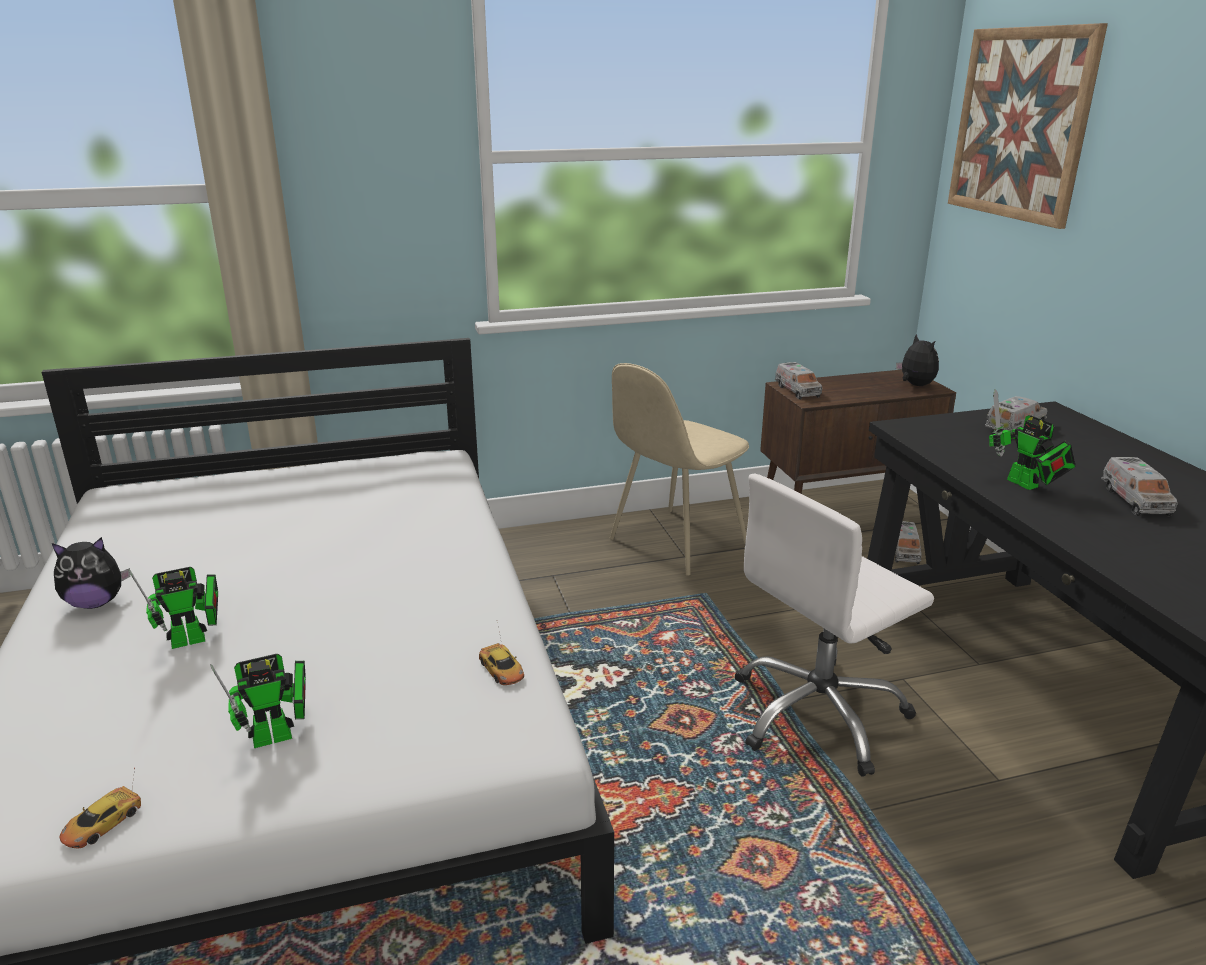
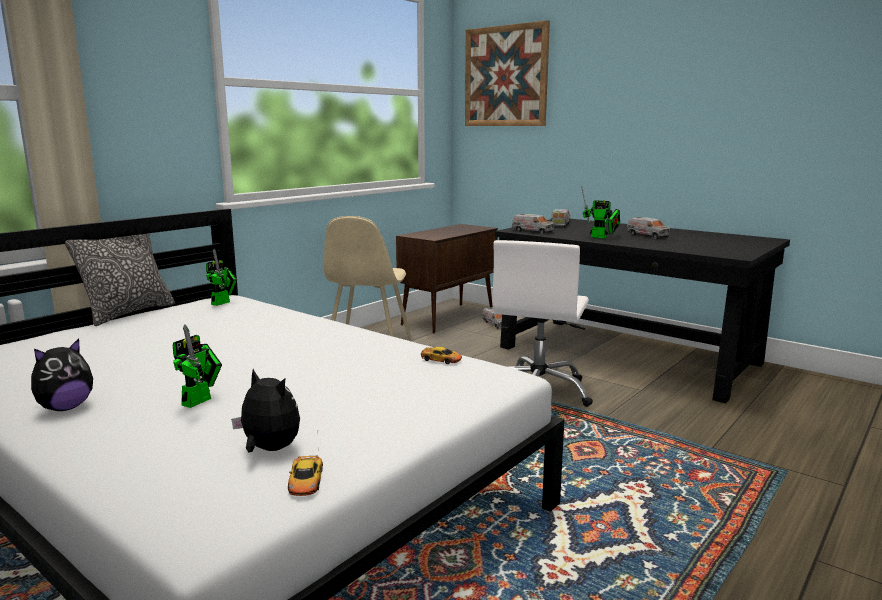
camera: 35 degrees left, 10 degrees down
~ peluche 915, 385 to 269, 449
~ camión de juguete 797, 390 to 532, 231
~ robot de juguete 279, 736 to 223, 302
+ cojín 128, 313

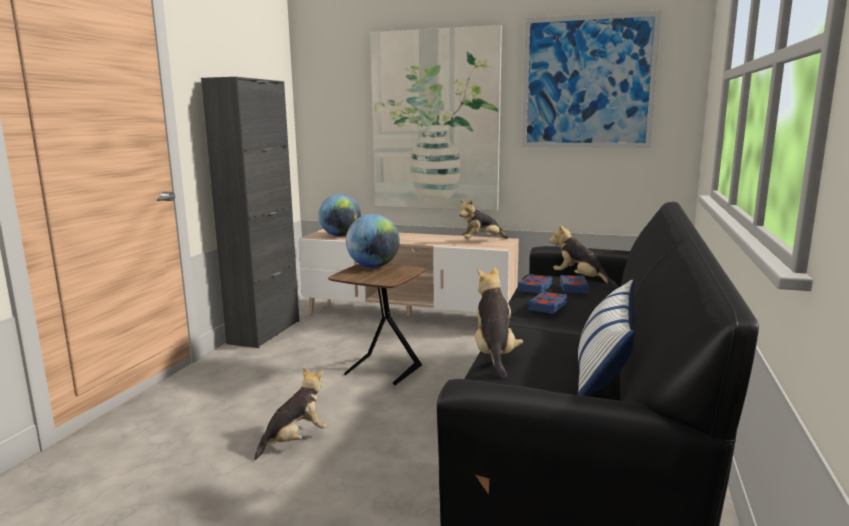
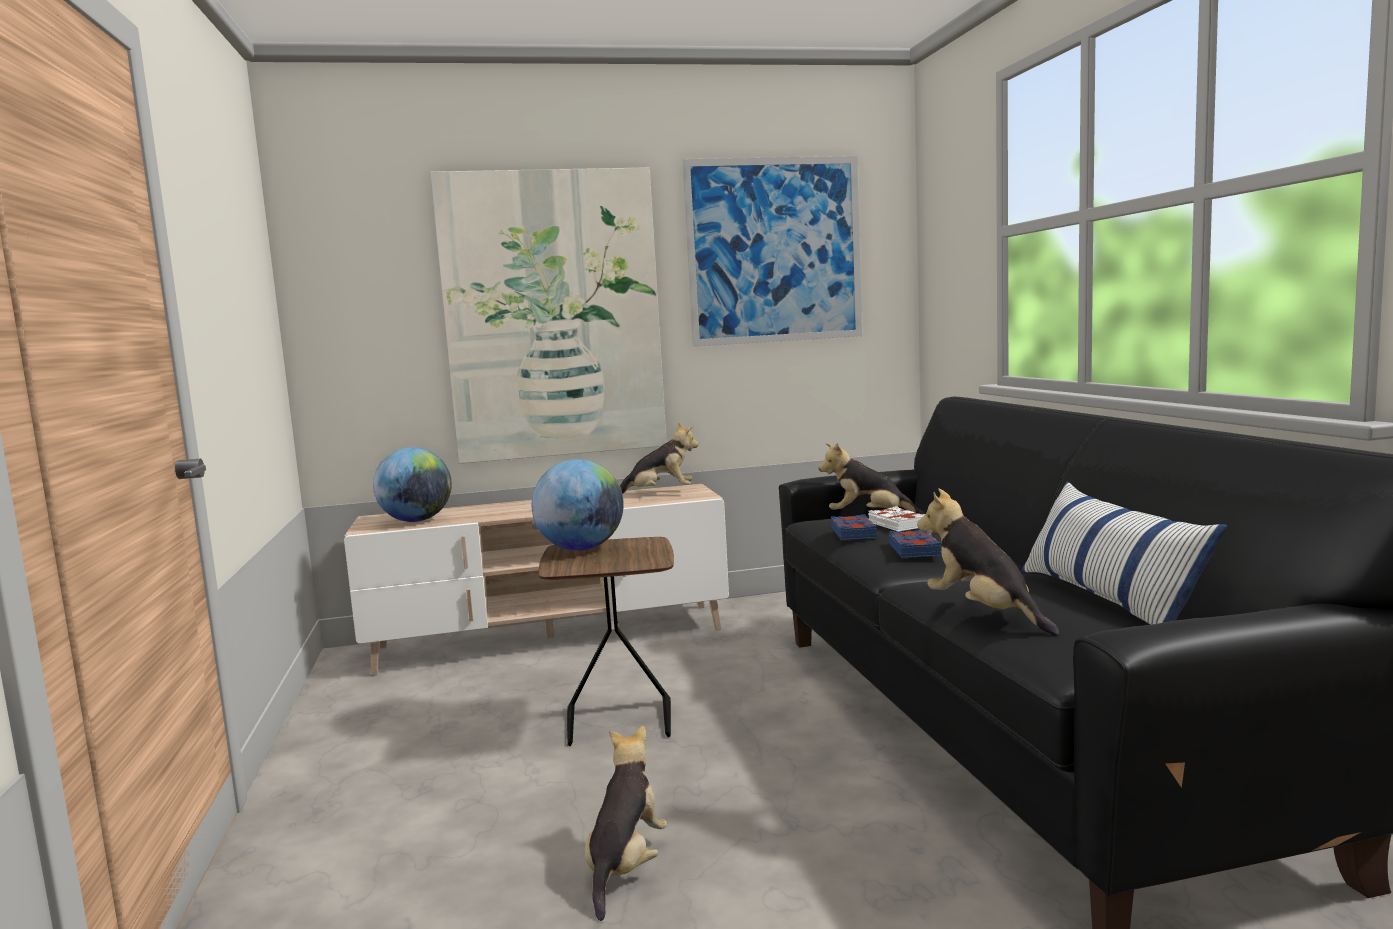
camera: 30 degrees left, 5 degrees down
- armario [negro] 264, 332
~ peluche 481, 241 = 660, 494 135 degrees counterclockwise
~ libro [azul] 573, 288 to libro [blanco] 896, 525

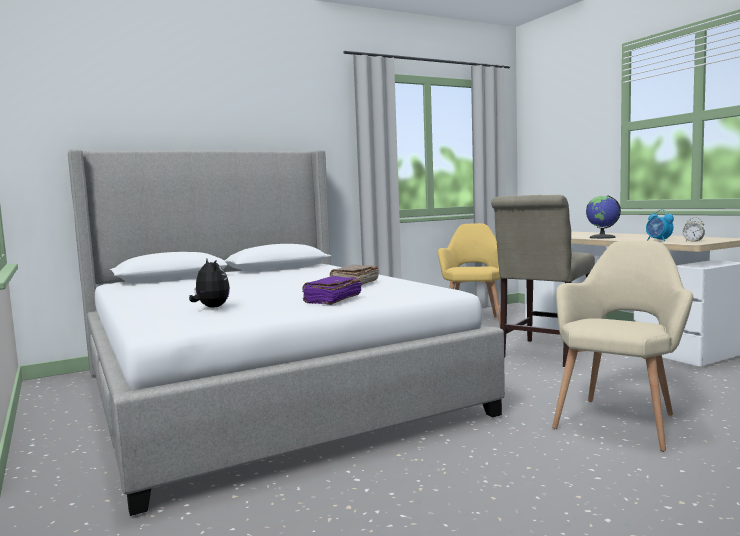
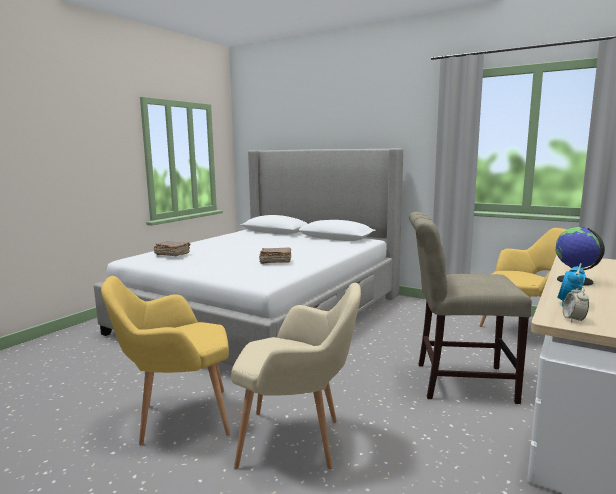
camera: 60 degrees right, 5 degrees up
~ peluche 211, 307 to libro [marrón] 172, 254
- libro [morado] 332, 300
+ sillón [amarillo] 177, 419

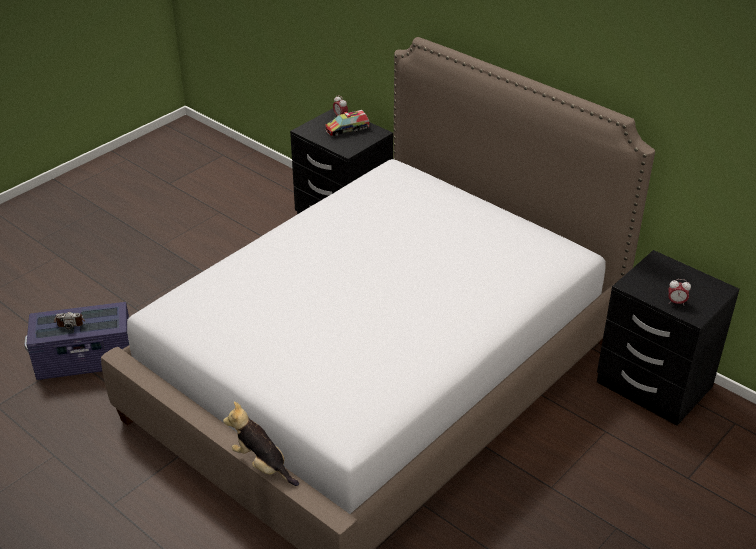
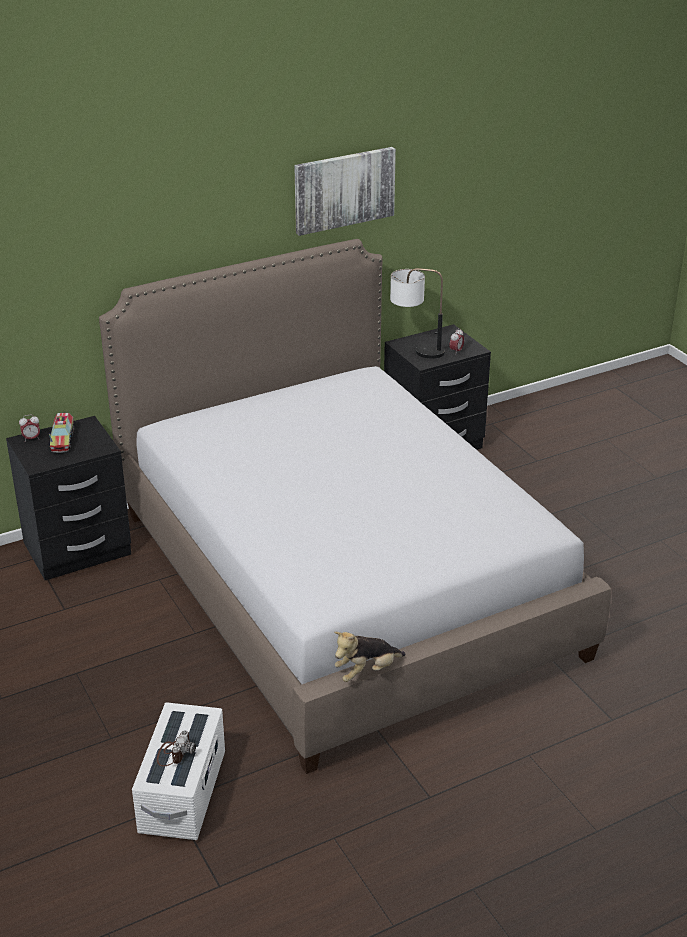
camera: 70 degrees left, 5 degrees down
~ caja de almacenaje [morado] 86, 360 to caja de almacenaje [blanco] 183, 792
~ peluche 262, 464 to 367, 671
+ cuadro 344, 189
+ lámpara de mesa 415, 350

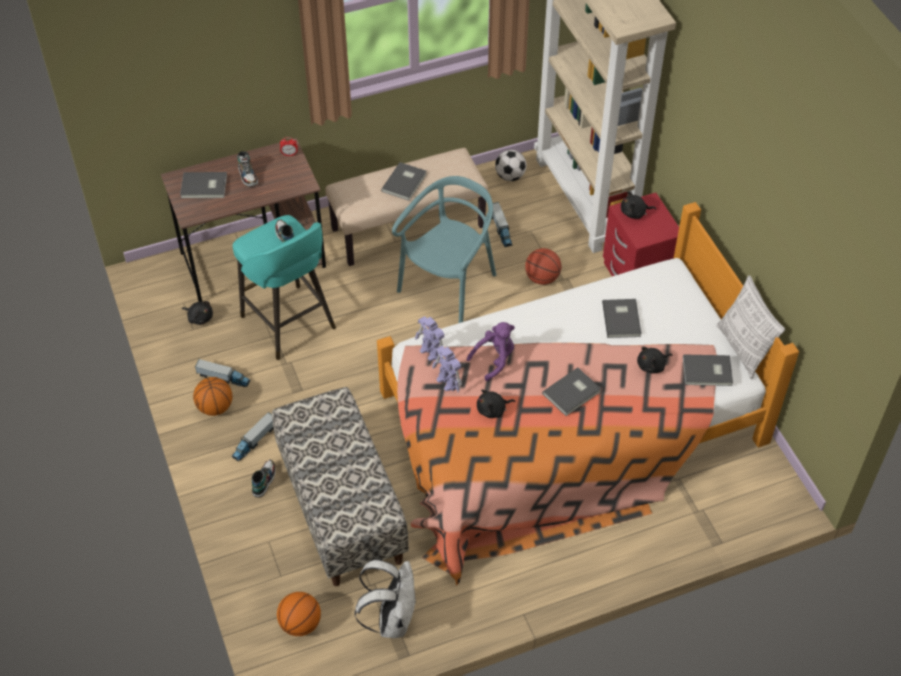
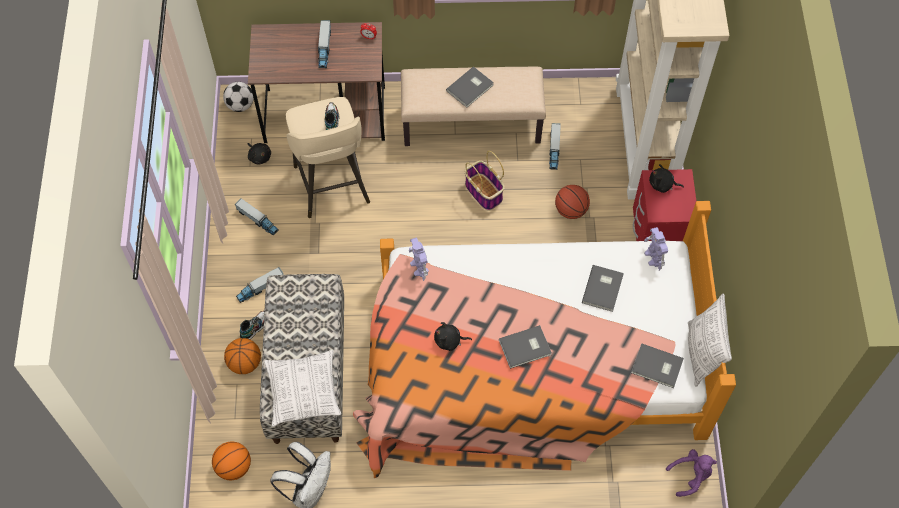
camera: 20 degrees right, 10 degrees up
~ balón de fútbol 510, 176 to 240, 105
~ zapato 248, 176 to camión de juguete 324, 48
- libro [gris] 204, 187
~ silla [turquesa] 449, 286 to cesta 484, 192
~ taburete [turquesa] 289, 324 to taburete [beis] 332, 186
~ peluche [morado] 494, 359 to 691, 476
~ robot de juguete 448, 382 to 653, 258
- peluche [negro] 652, 366
~ balón de baloncesto 215, 407 to 245, 363
+ cojín 304, 392

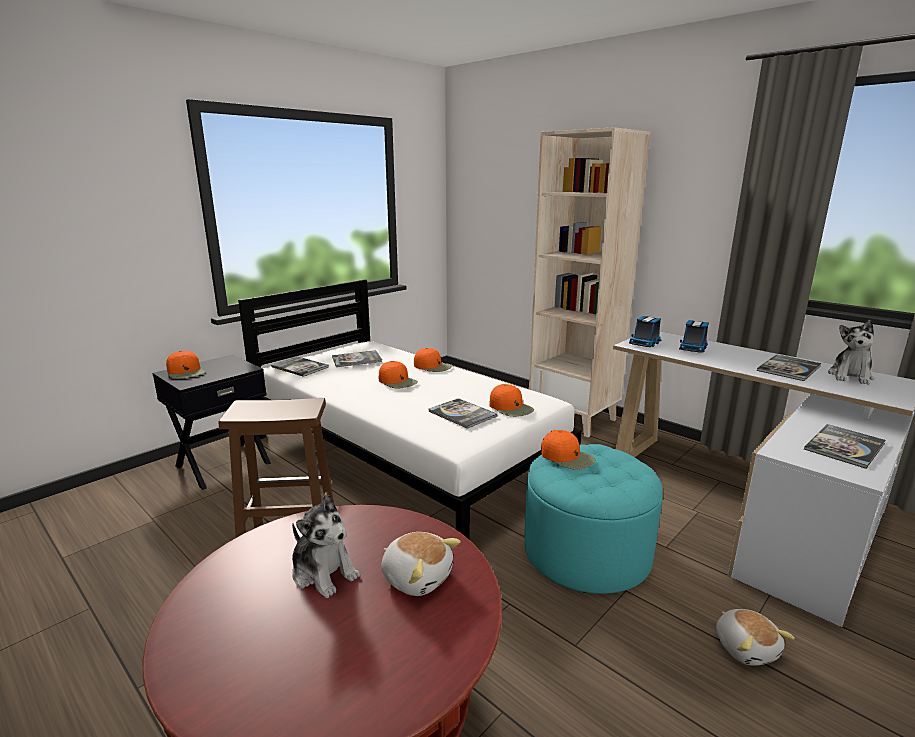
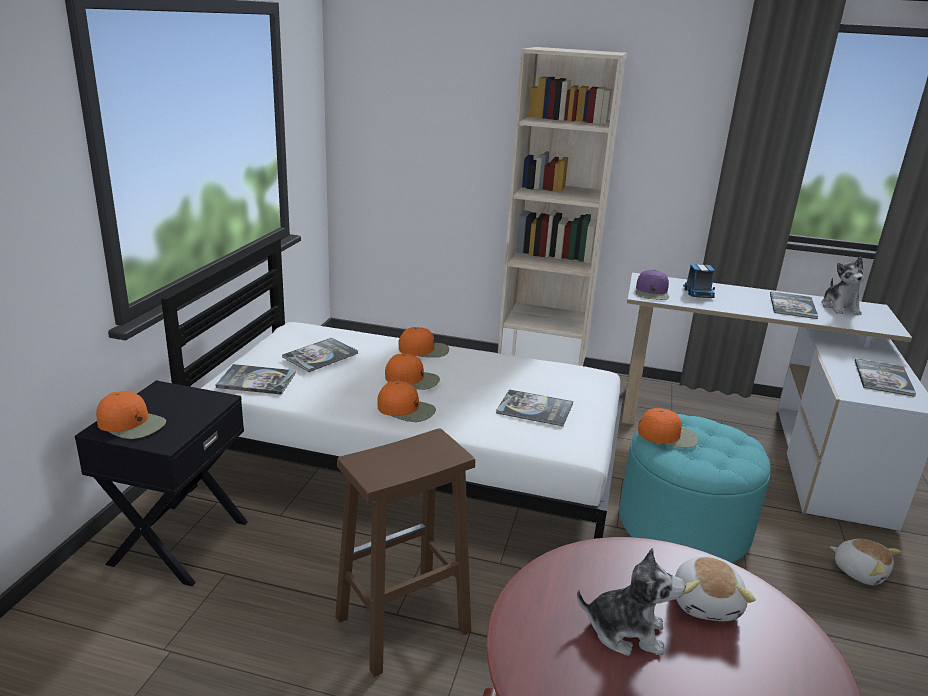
camera: 30 degrees left, 5 degrees up
~ camión de juguete 645, 343 to gorra [morado] 652, 293
~ gorra [naranja] 511, 408 to 406, 409
~ peluche 417, 577 = 706, 603 90 degrees clockwise

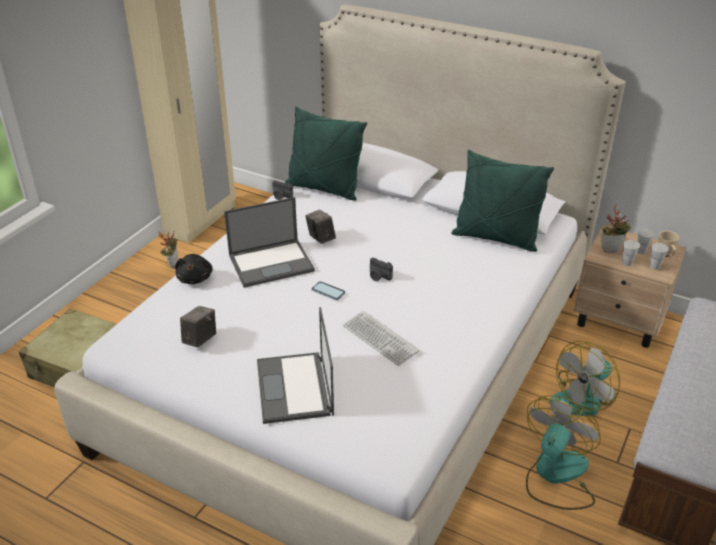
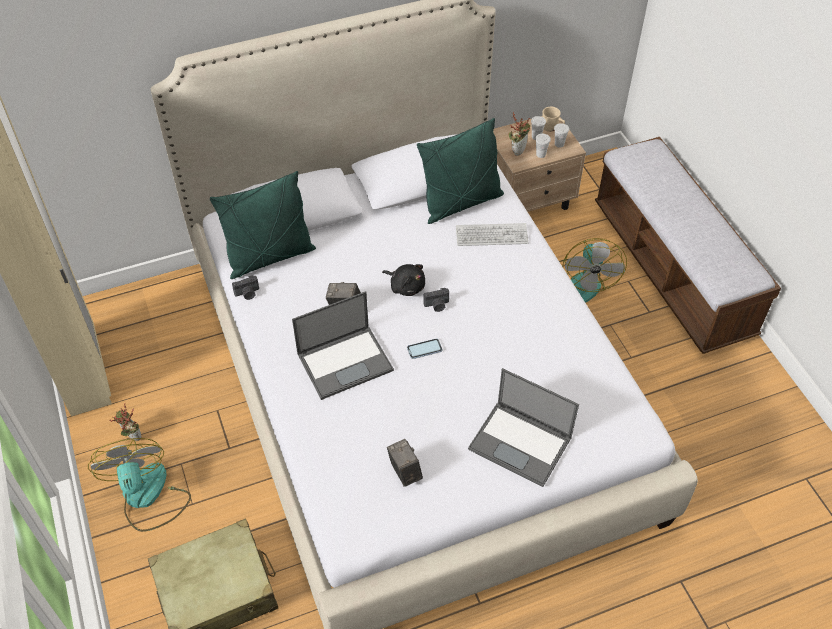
camera: 50 degrees left, 15 degrees up
~ portátil 272, 263 = 346, 361 45 degrees clockwise
~ peluche [negro] 195, 278 to 406, 286
~ teclado 380, 339 to 491, 235
~ ventilador 556, 475 to 147, 497

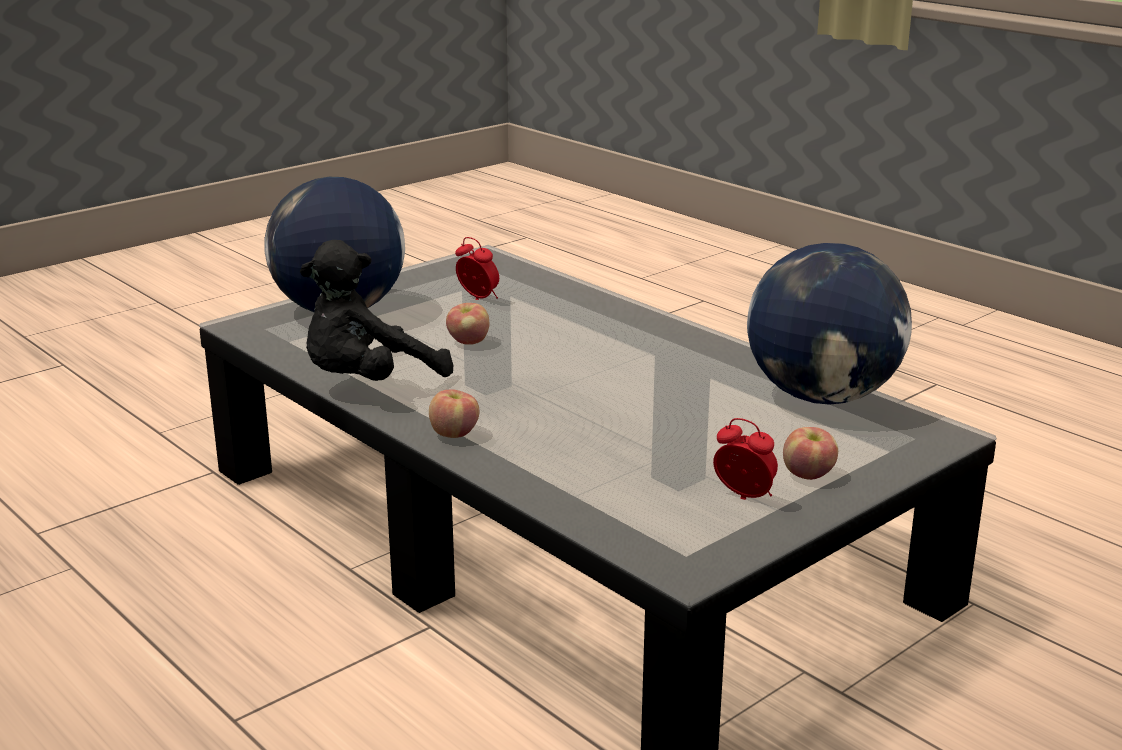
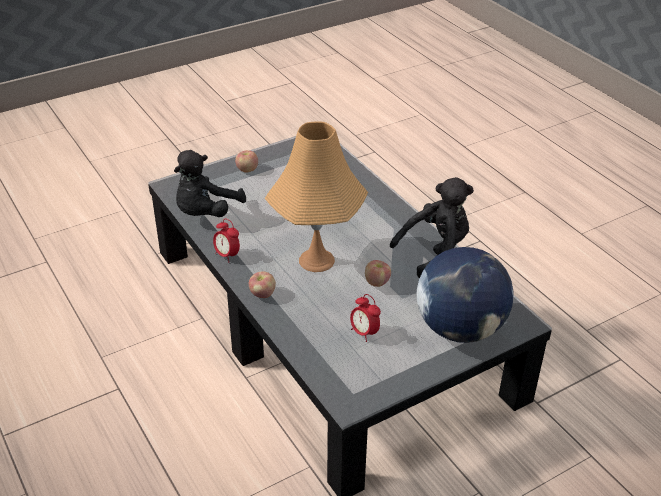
camera: 170 degrees left, 15 degrees up
~ globo terráqueo 822, 396 to peluche [negro] 205, 213
~ manzana 454, 434 to 262, 294
~ despertador 744, 497 to 227, 255
+ lámpara de mesa [naranja] 316, 260

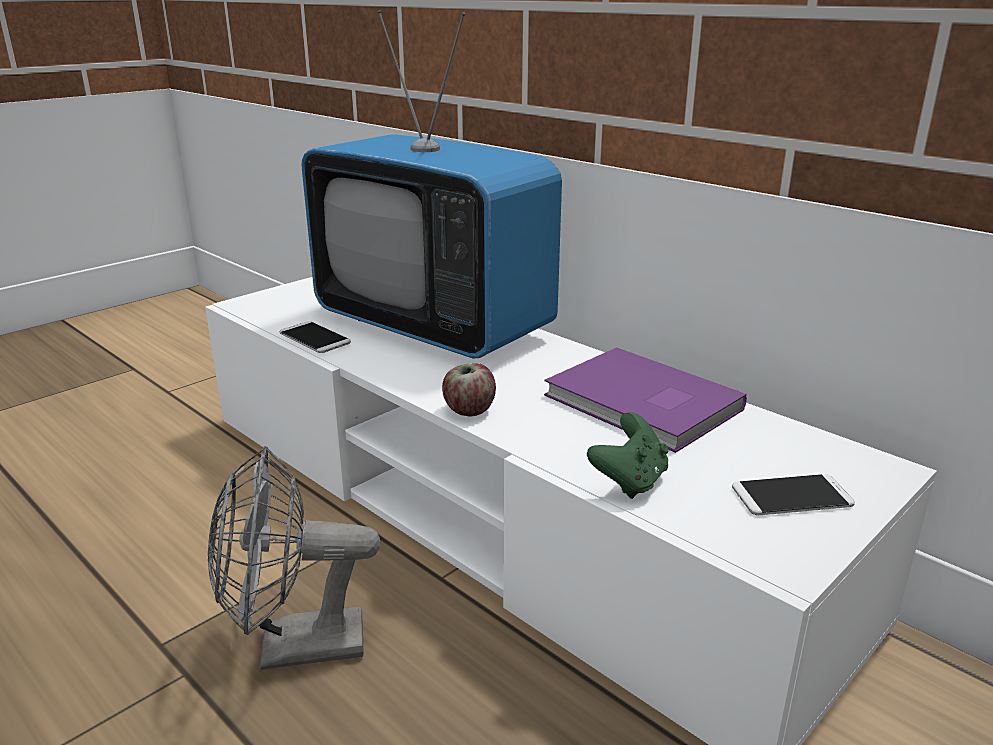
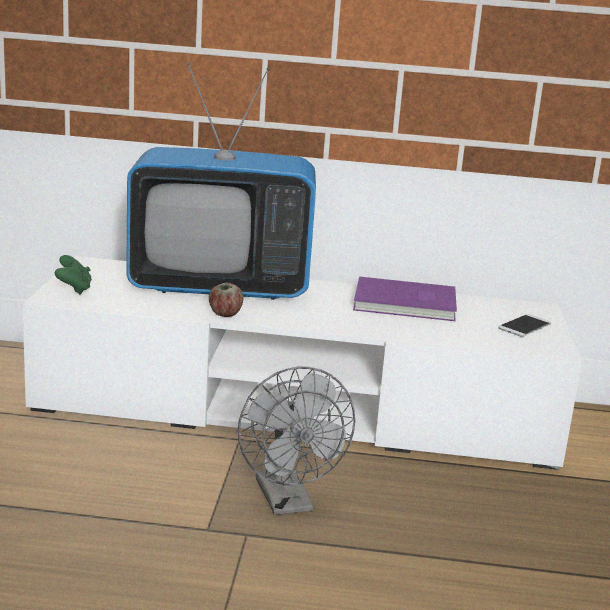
camera: 40 degrees left, 5 degrees down
- móvil 314, 338
~ manzana 469, 411 to 225, 314
~ mando de consola [verde] 629, 481 to 74, 289
~ ventilador [gris] 295, 648 = 288, 502 60 degrees counterclockwise

